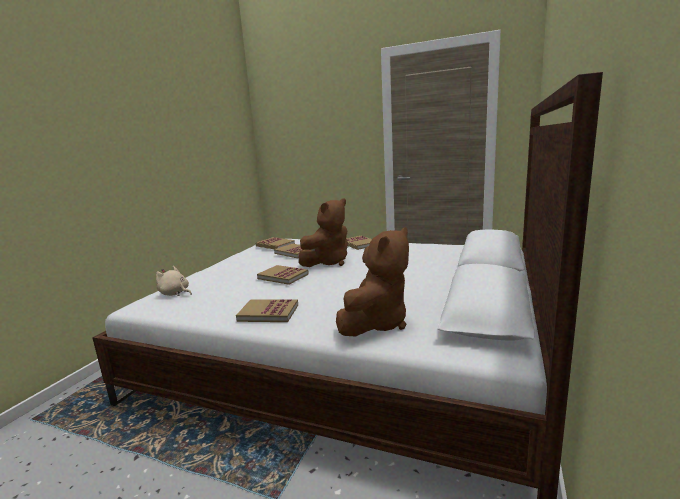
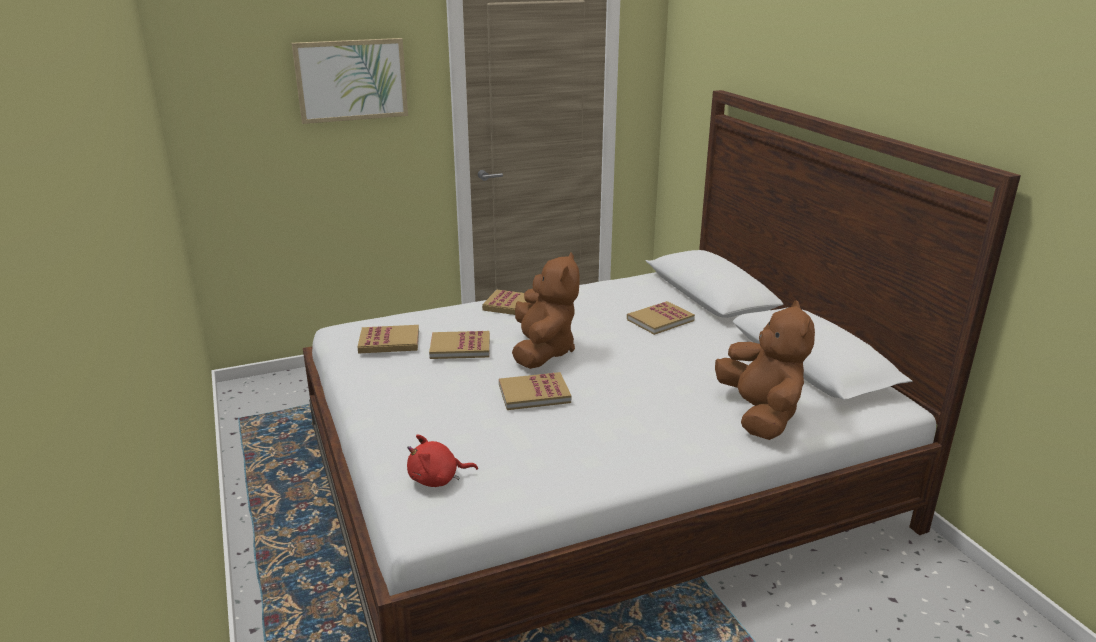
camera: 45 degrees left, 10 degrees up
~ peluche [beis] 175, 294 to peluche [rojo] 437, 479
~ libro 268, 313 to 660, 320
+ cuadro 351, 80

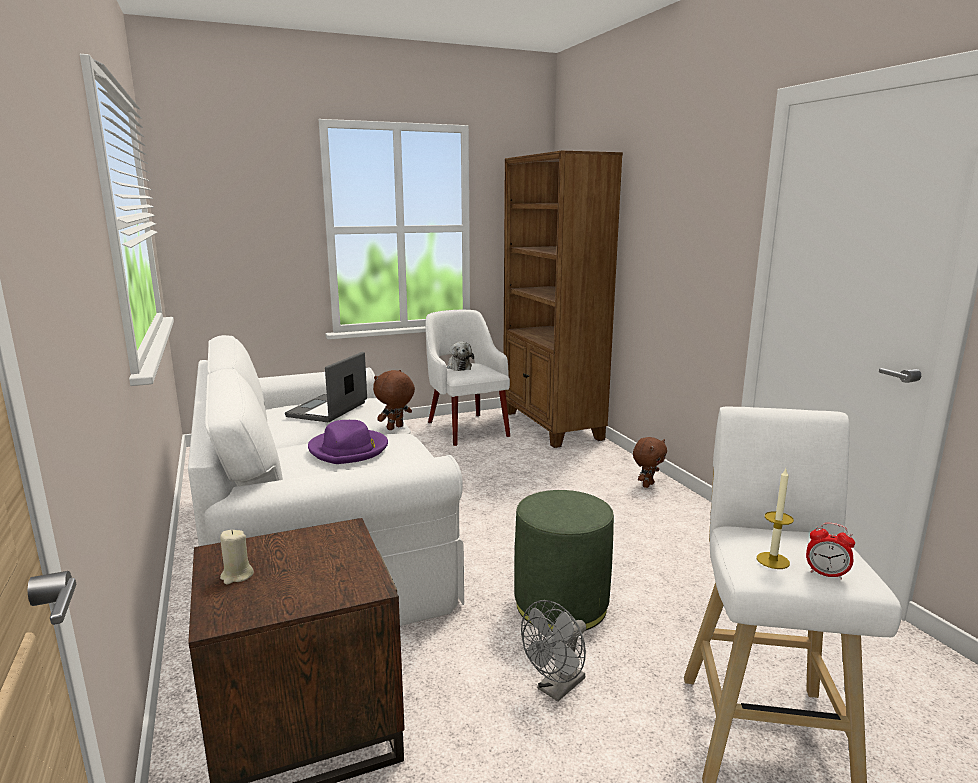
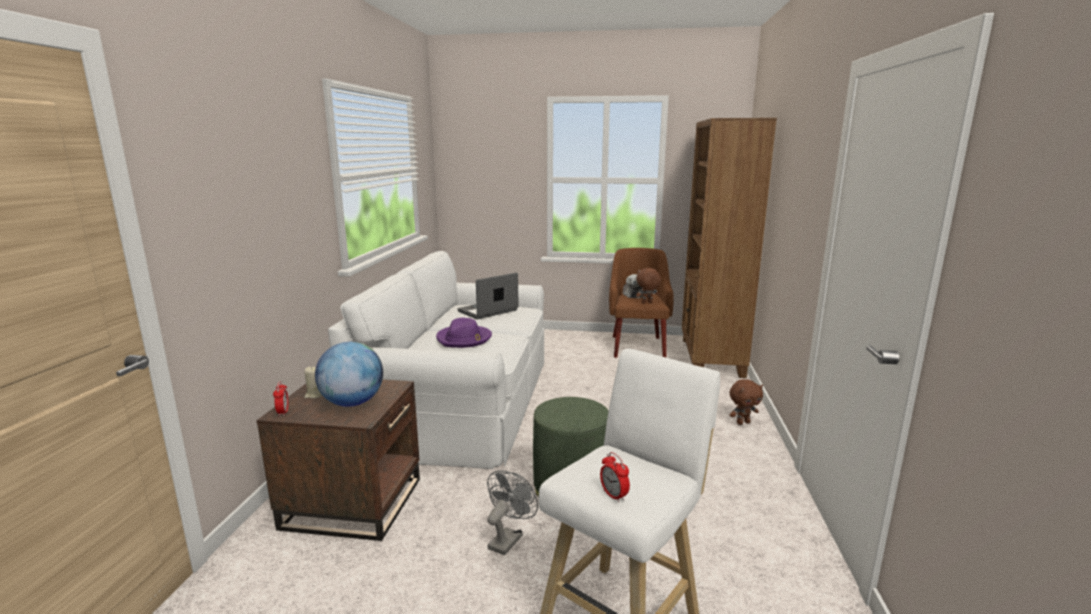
camera: 30 degrees right, 0 degrees up
~ sillón [blanco] 466, 428 to sillón [marrón] 638, 346
~ peluche [marrón] 395, 428 to 647, 303
- vela 773, 560
~ ventilador [gris] 557, 689 = 508, 538 135 degrees clockwise
+ globo terráqueo 352, 403
+ despertador 283, 412

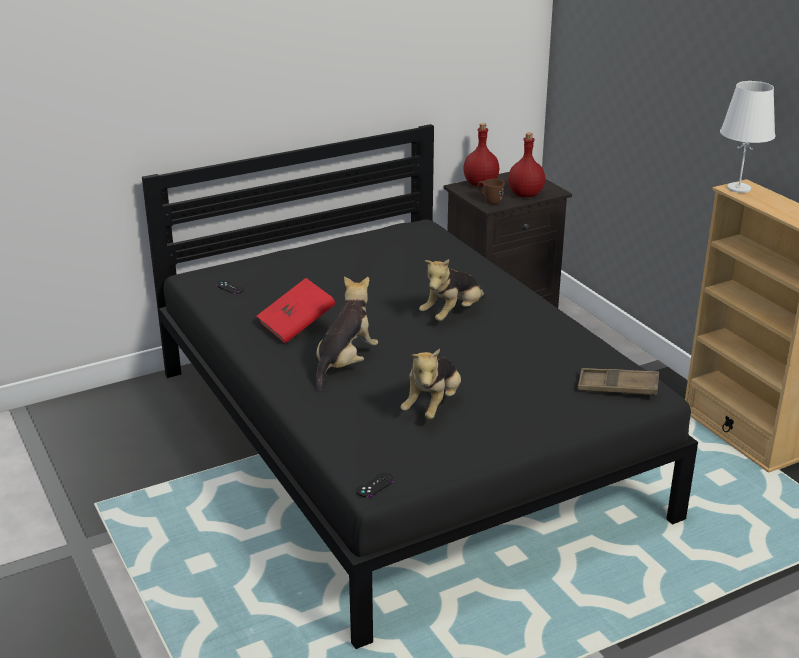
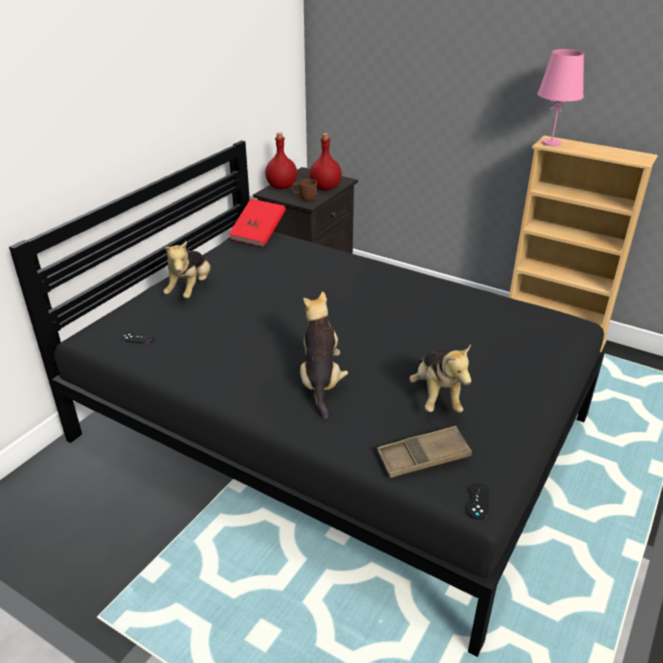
camera: 30 degrees left, 5 degrees up
~ lámpara de mesa [blanco] 738, 188 to lámpara de mesa [rosa] 551, 142
~ peluche 453, 314 to 191, 289
~ libro [rojo] 297, 326 to 258, 235
~ bandeja [marrón] 617, 387 to 423, 457

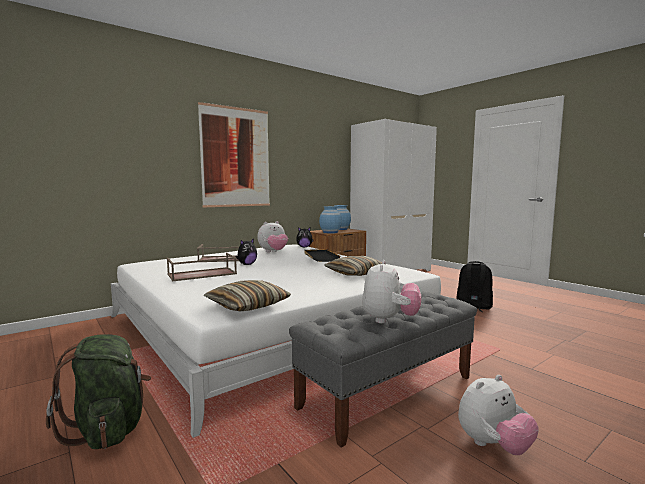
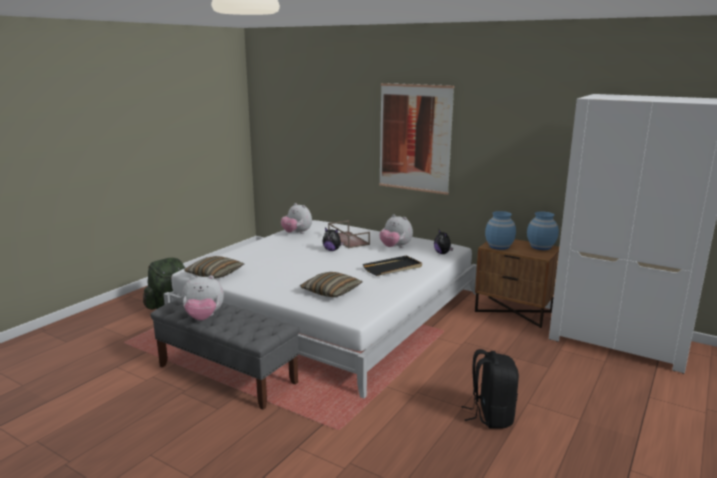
camera: 70 degrees right, 10 degrees up
- bandeja [marrón] 201, 274
~ peluche 493, 446 to 297, 233

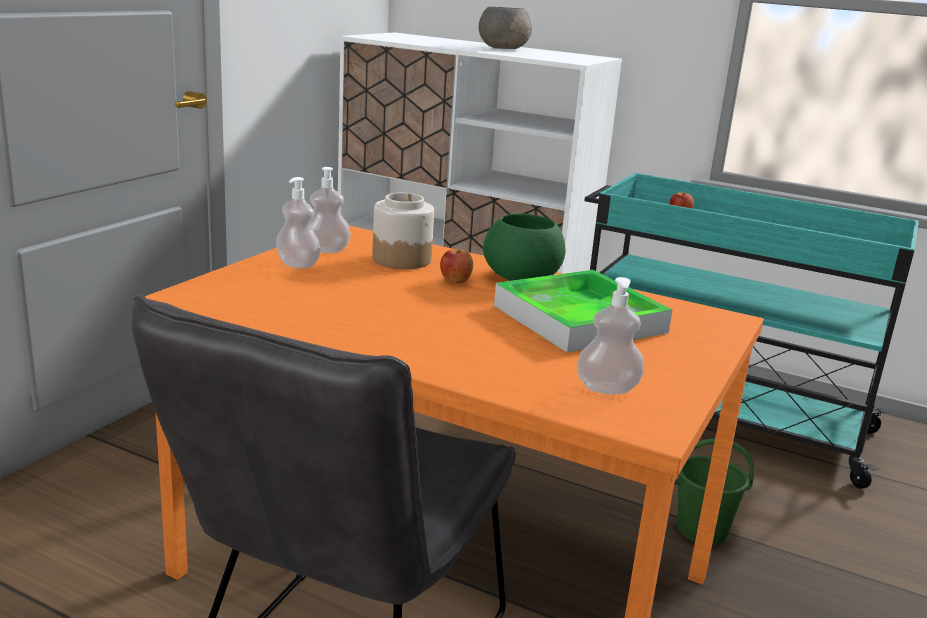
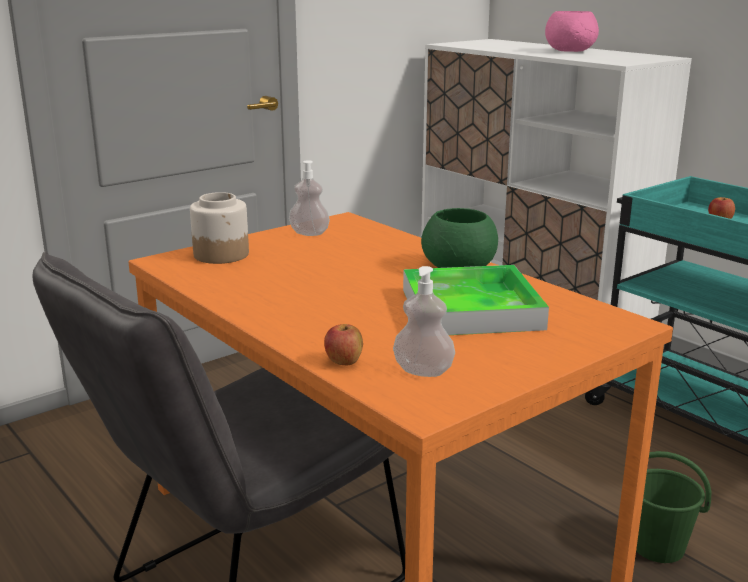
camera: 25 degrees right, 0 degrees up
~ cuenco [gris] 503, 48 to cuenco [rosa] 570, 51
- dispensador de jabón 297, 265
~ tarro 402, 259 to 222, 254
~ manzana 455, 281 to 343, 362

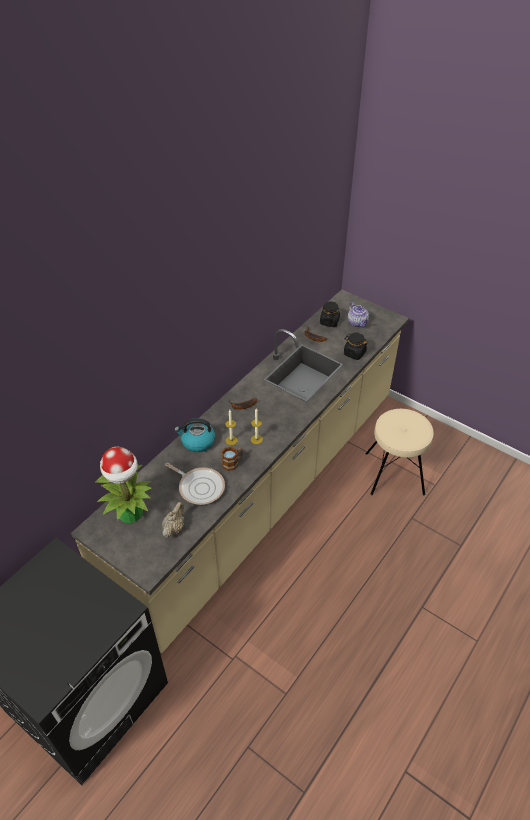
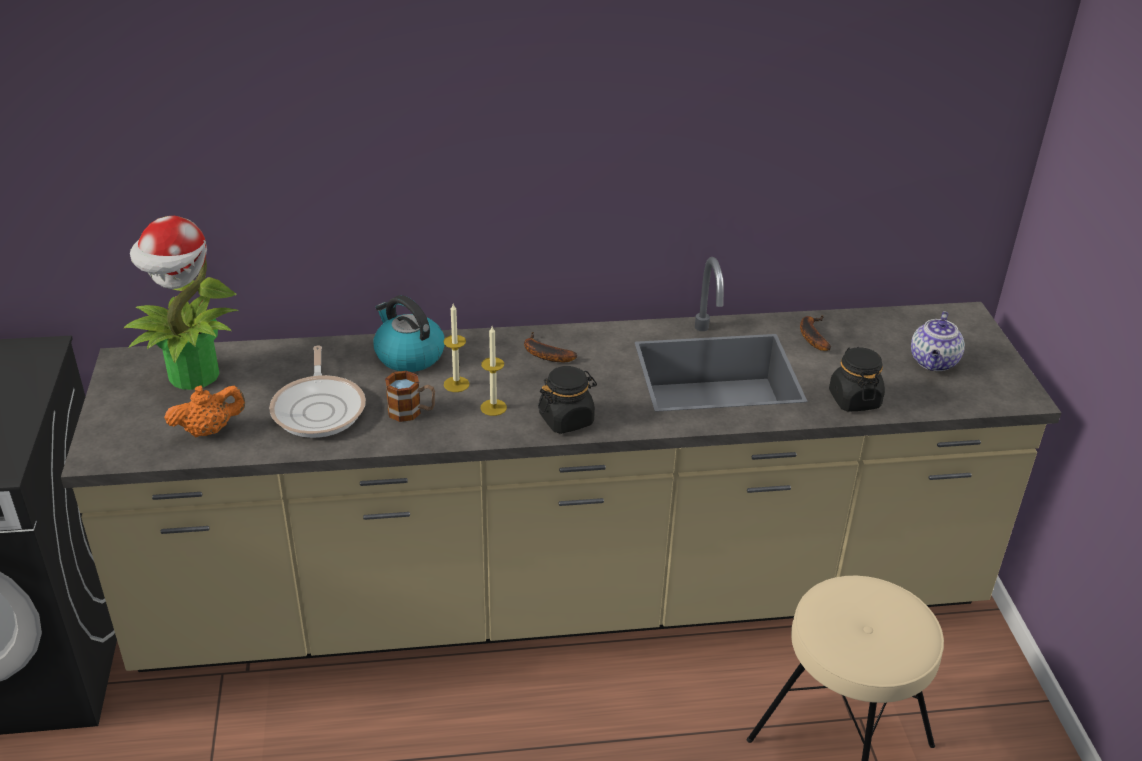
camera: 45 degrees right, 10 degrees down
~ tarro [negro] 329, 322 to 566, 419
~ tetera [beis] 174, 528 to tetera [naranja] 209, 430

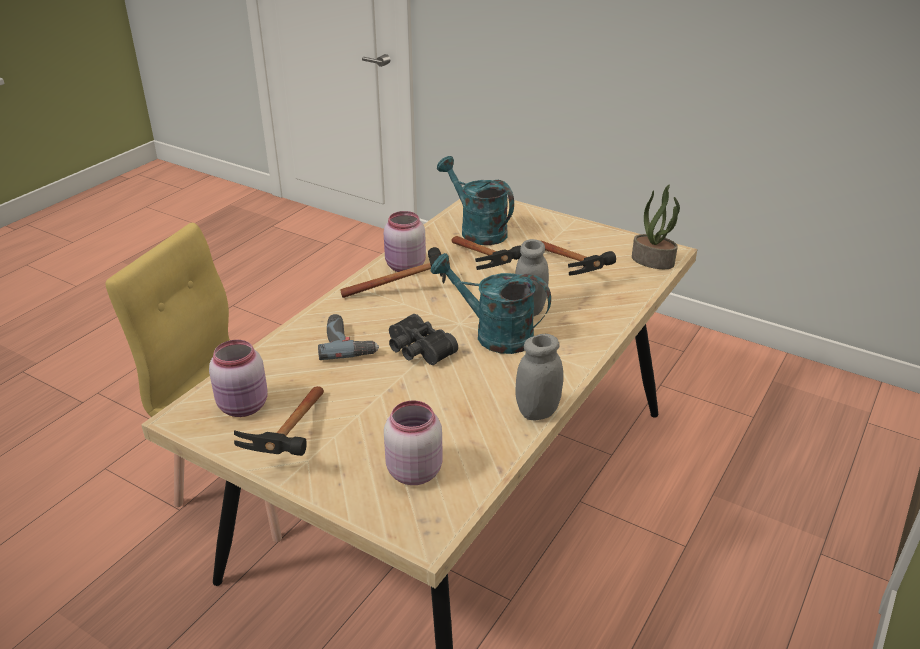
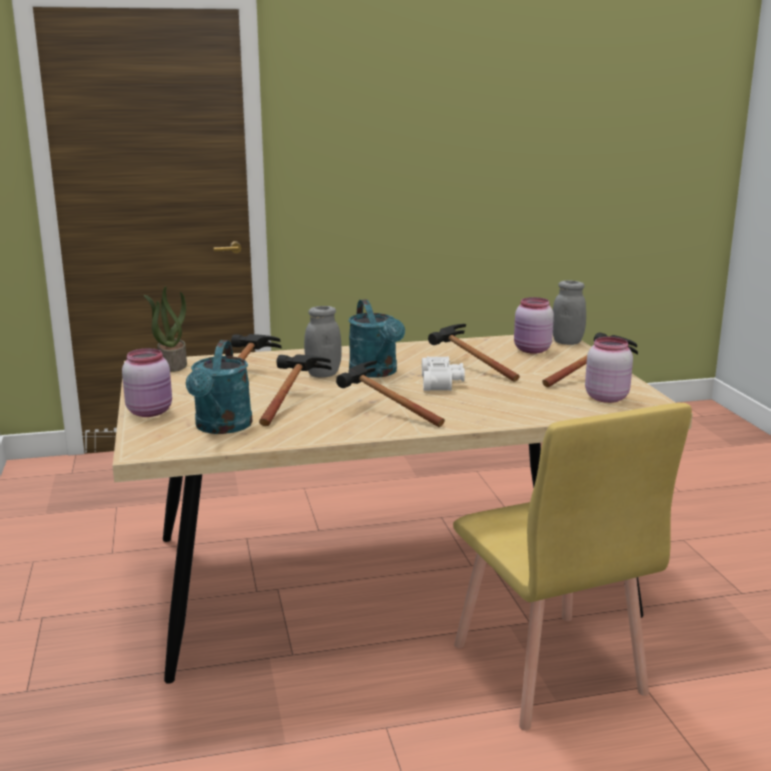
camera: 135 degrees left, 15 degrees down
~ tarro [rosa] 405, 267 to 151, 412
- taladro 348, 343
~ prismáticos [negro] 417, 350 to prismáticos [blanco] 442, 382
~ tarro [gris] 537, 411 to 567, 342
+ martillo 466, 367

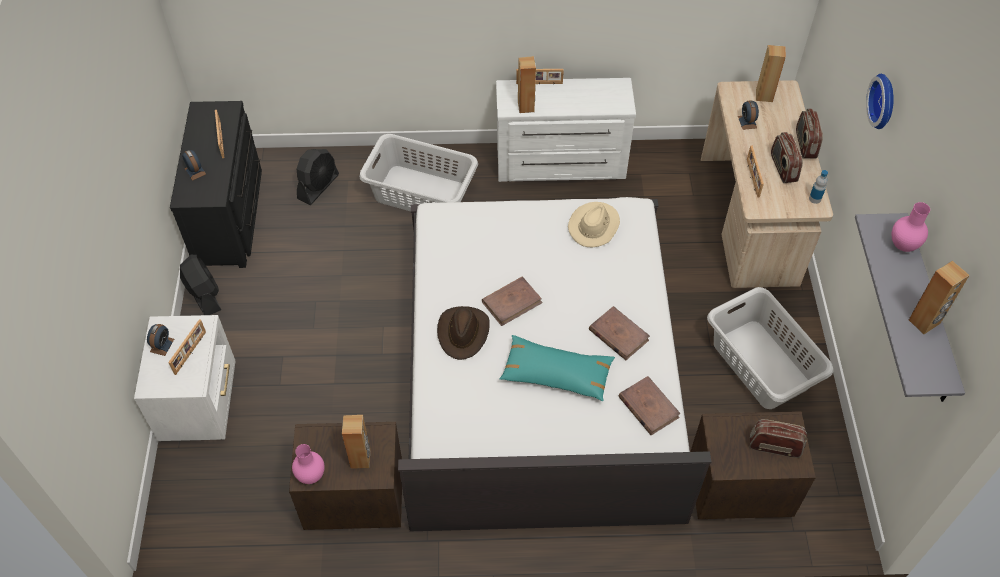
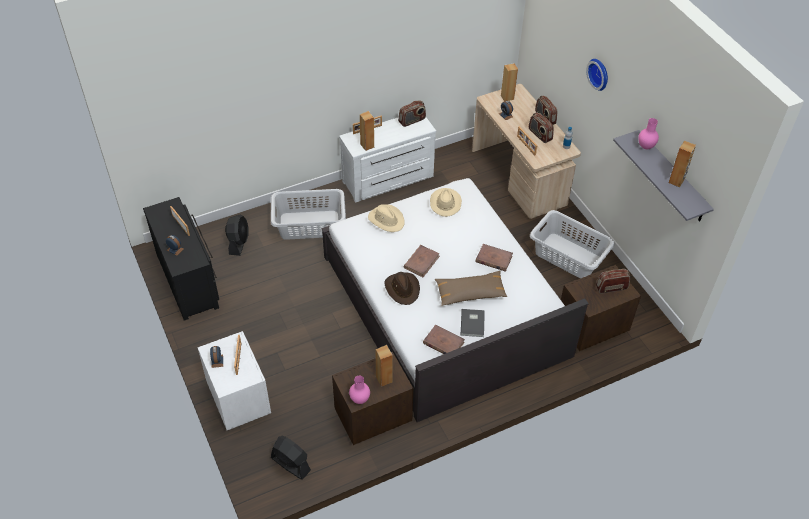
camera: 25 degrees left, 5 degrees down
~ ventilador [negro] 204, 295 to 290, 464
~ cojín [turquesa] 556, 374 to cojín [marrón] 470, 293
~ libro [marrón] 648, 407 to 443, 343
+ radio 412, 121
+ sombrero [beis] 386, 220
+ libro [gris] 473, 323

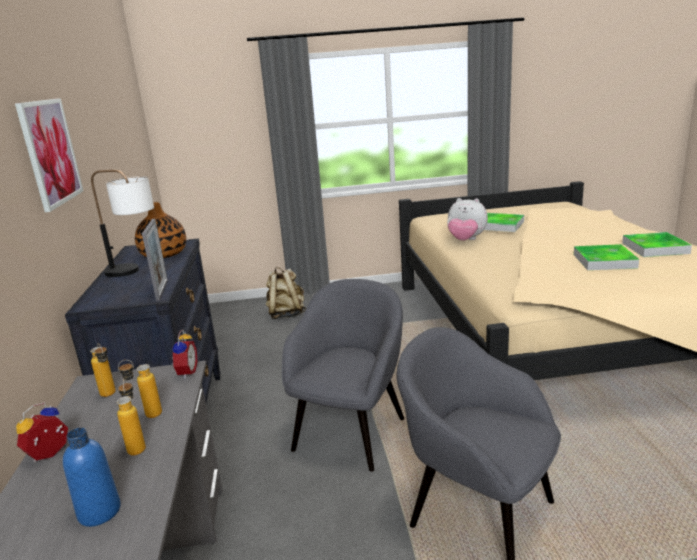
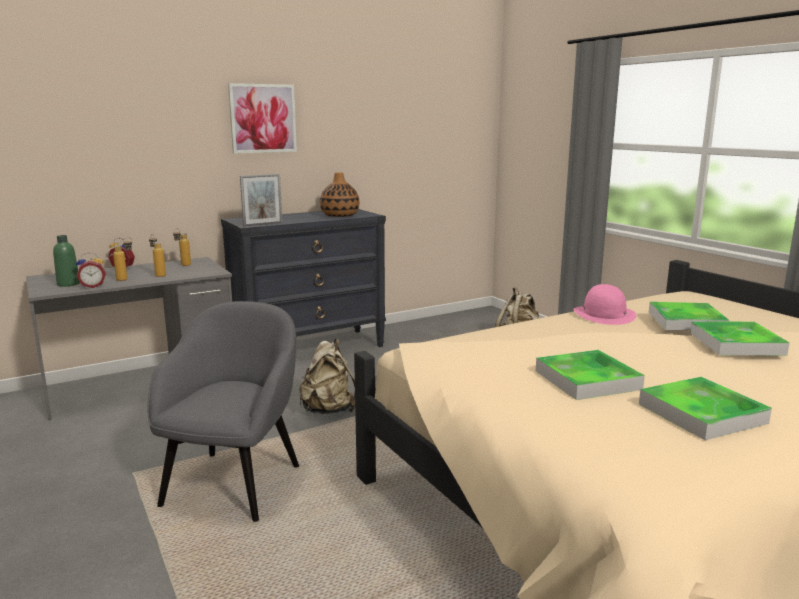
camera: 65 degrees right, 5 degrees down
- lámpara de mesa 136, 272
~ peluche 466, 240 to sombrero [rosa] 604, 314
~ sillón [gris] 351, 432 to mochila [beis] 329, 410
~ despertador 185, 372 to 93, 286
~ botella [azul] 99, 512 to botella [verde] 68, 284
+ bandeja 736, 343

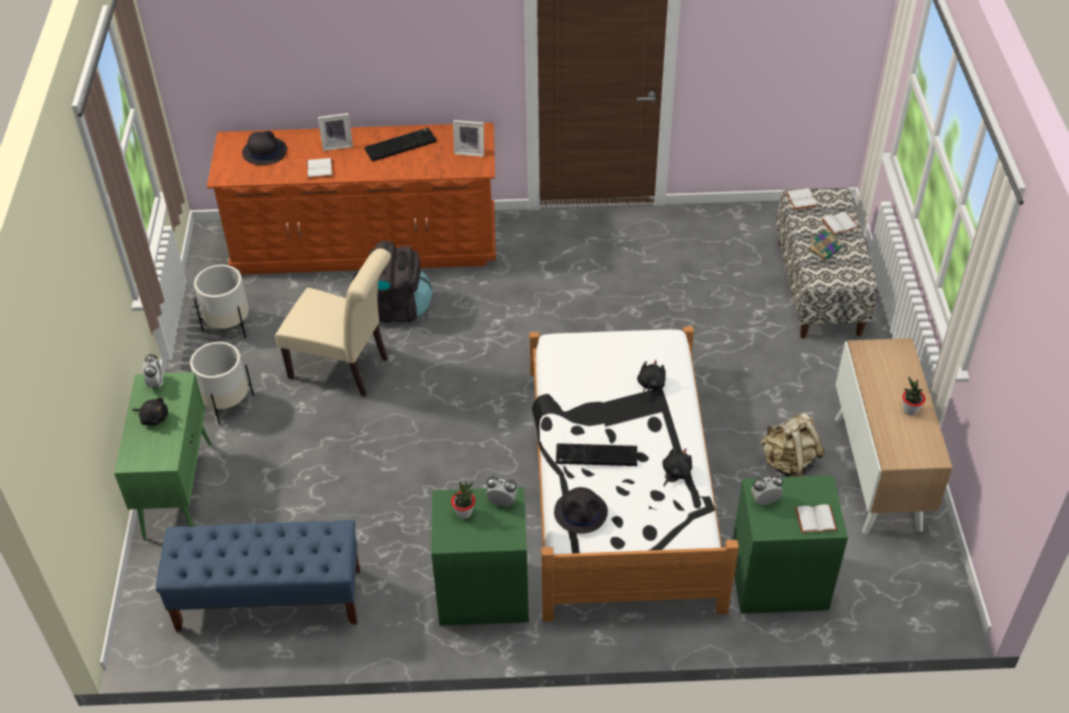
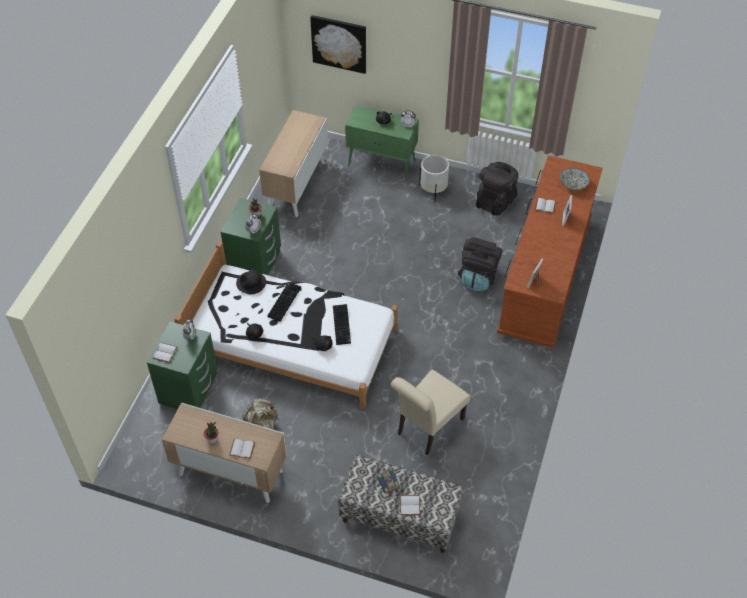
camera: 110 degrees right, 5 degrees up
~ teclado 400, 144 to 342, 325
~ sombrero [negro] 264, 151 to cuenco 573, 184
~ libro [blanco] 800, 199 to 242, 448
~ silla [beis] 345, 369 to 427, 428
~ maceta [blanco] 228, 325 to mochila [negro] 495, 201
~ banco [azul] 268, 599 to armario 296, 185
+ cuadro 339, 43

